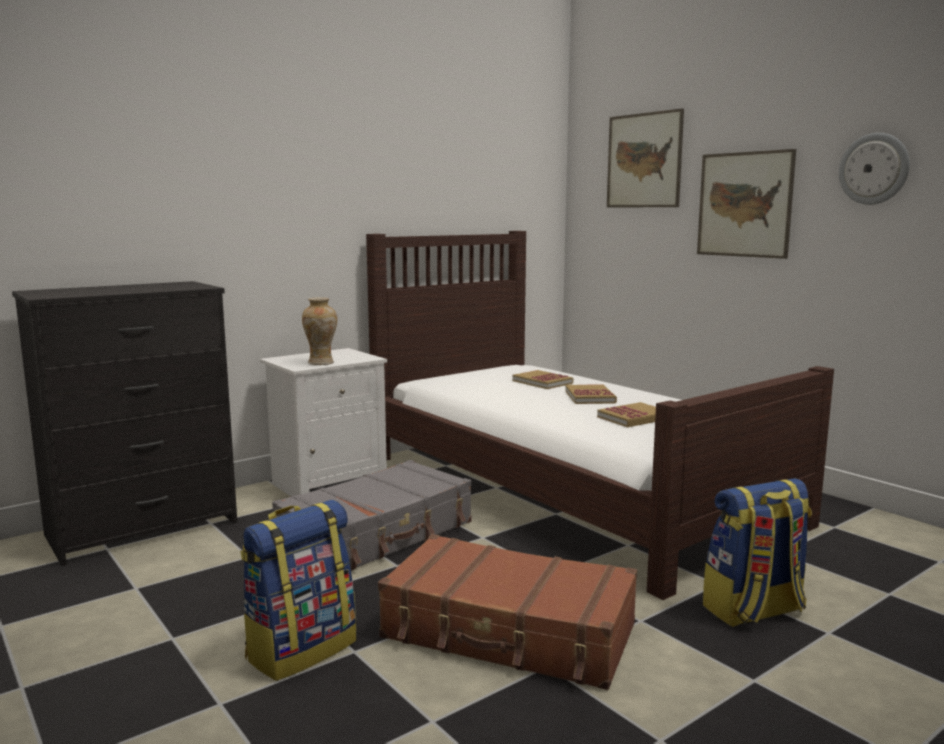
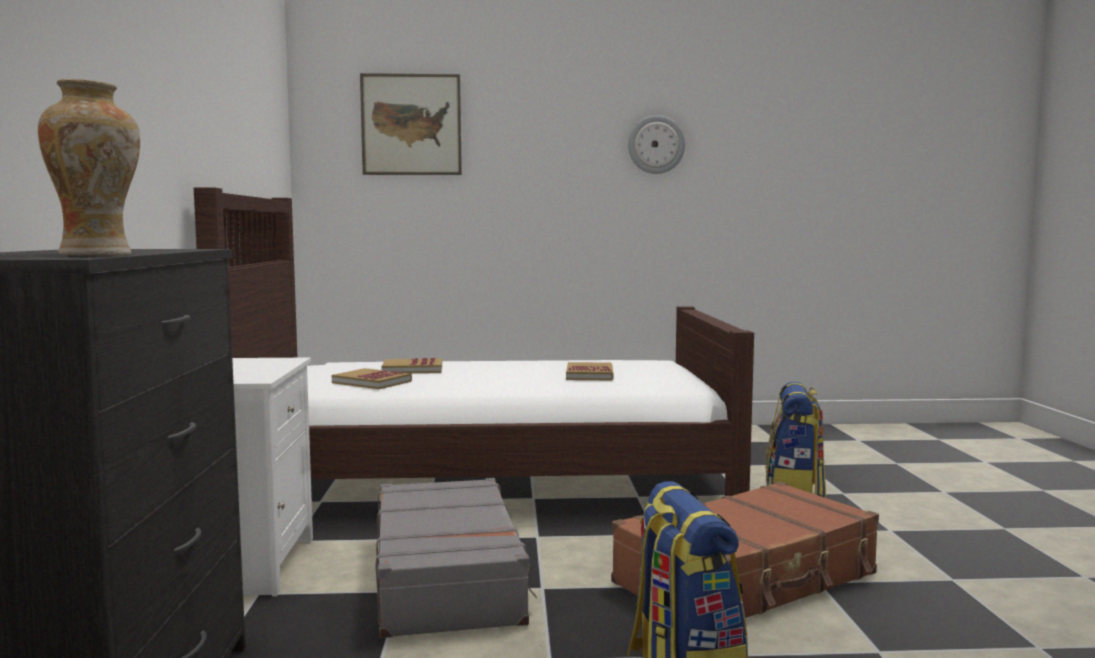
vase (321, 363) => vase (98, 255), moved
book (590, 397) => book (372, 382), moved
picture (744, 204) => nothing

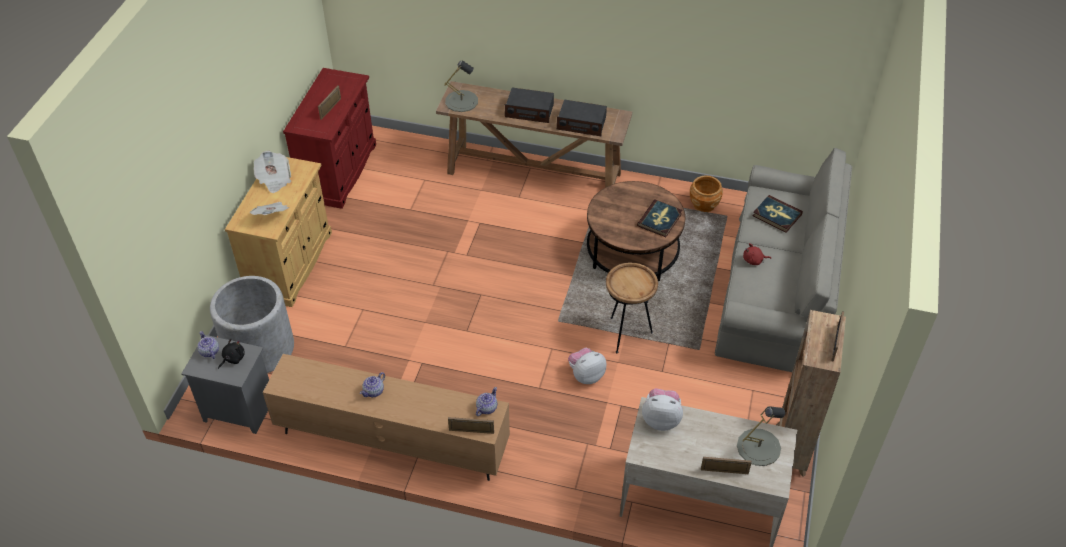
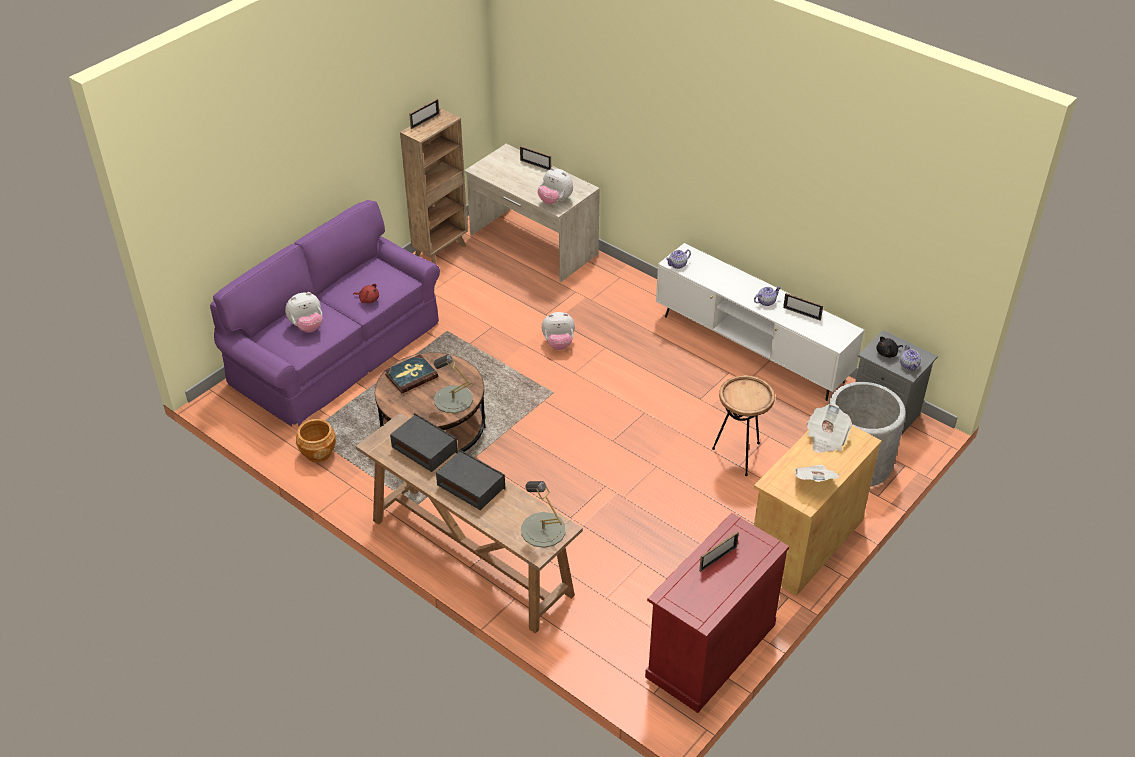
sofa in grey (775, 291) => sofa in purple (336, 352)
book (777, 215) => plush toy (307, 326)
table lamp in grey (758, 447) => table lamp in grey (453, 399), moved
tv stand in brown (392, 441) => tv stand in white (751, 349)
side table in brown (626, 334) => side table in brown (739, 455), moved
picture frame (471, 431) => picture frame (801, 313), moved

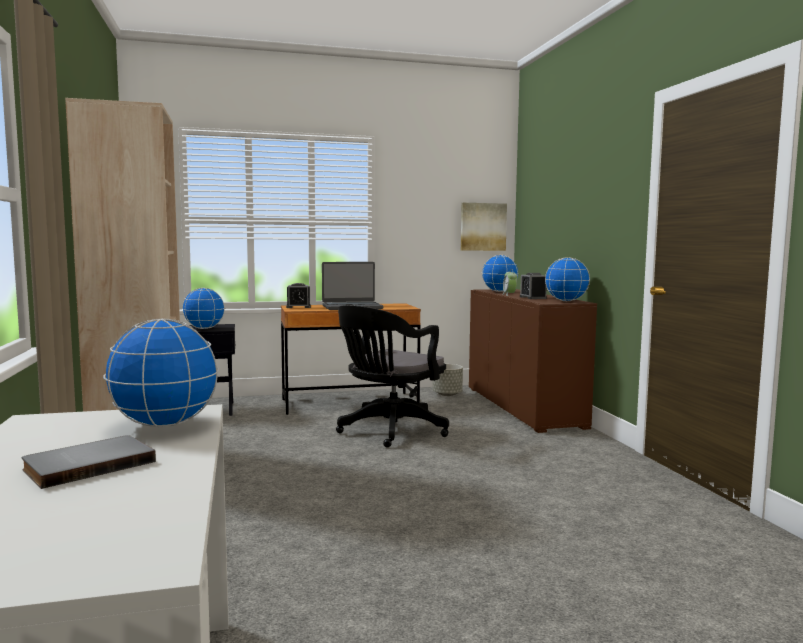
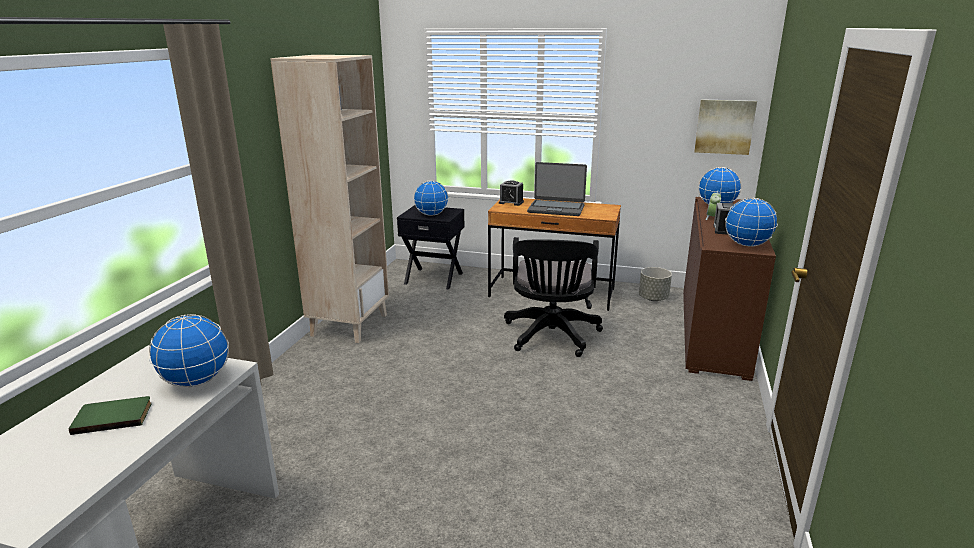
book in grey (88, 464) => book in green (113, 416)
office chair in black (389, 431) => office chair in black (551, 337), 60 degrees counterclockwise

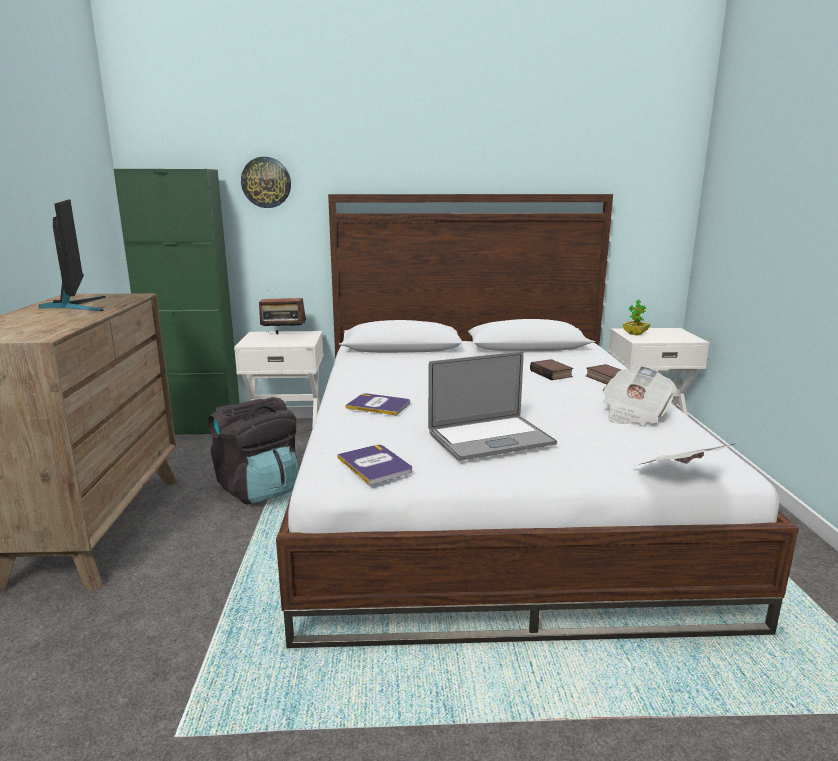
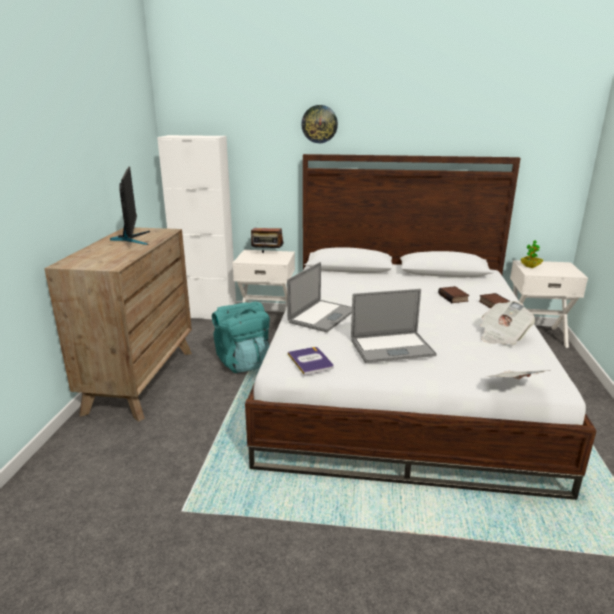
cabinet in green (197, 428) => cabinet in white (207, 314)
backpack in black (259, 489) => backpack in turquoise (243, 362)
book (379, 405) => laptop (322, 316)
wall clock (266, 182) => wall clock (319, 124), moved

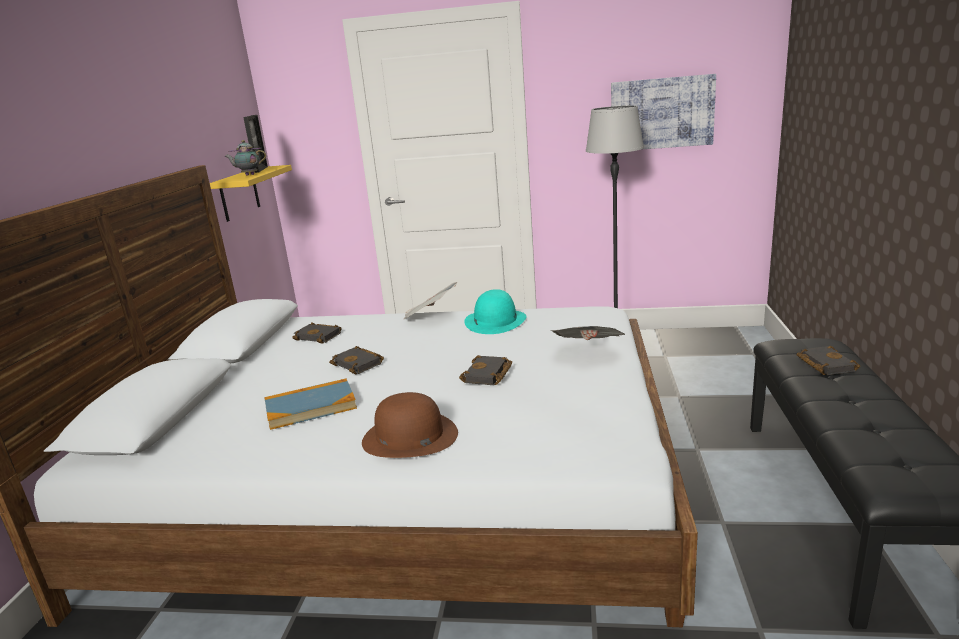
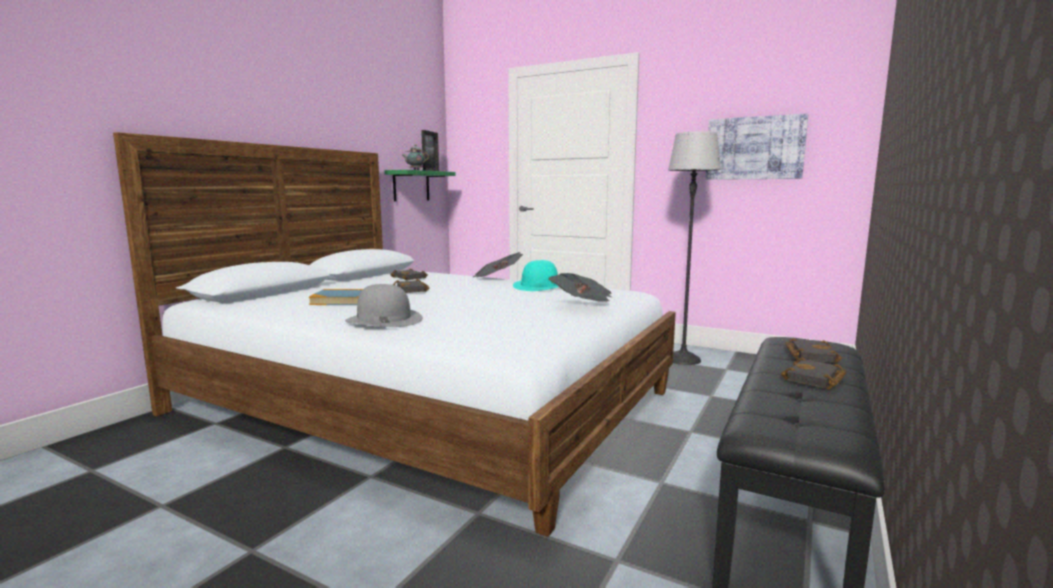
hat in brown (409, 436) => hat in grey (383, 319)
shelf in yellow (239, 194) => shelf in green (411, 186)
book in black (488, 375) => book in black (815, 379), moved

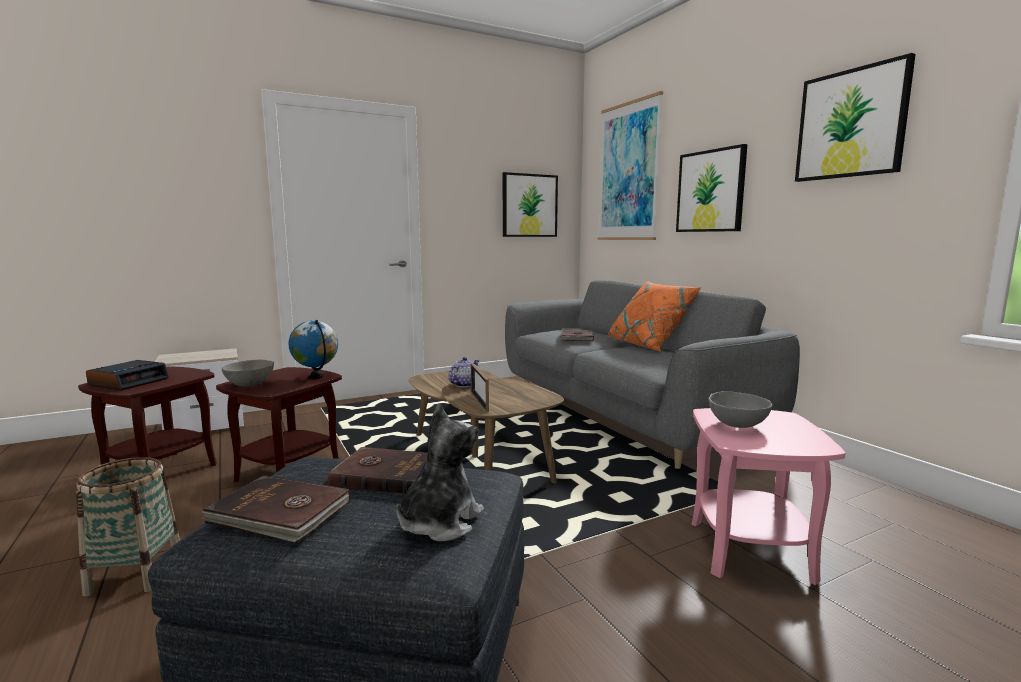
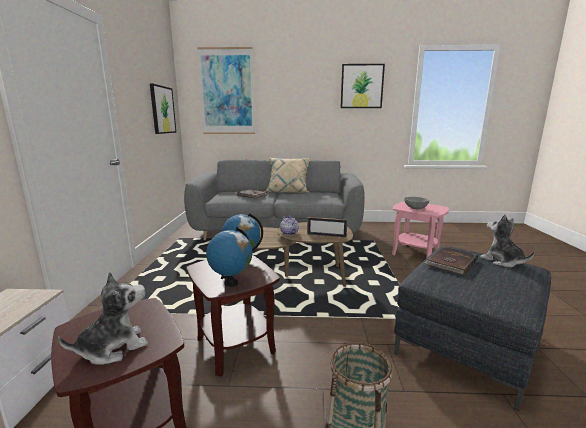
alarm clock (129, 382) => plush toy (114, 347)
bowl in grey (250, 384) => globe (231, 283)
pillow in orange (649, 346) => pillow in beige (288, 191)
book in brown (279, 513) => nothing
picture (710, 191) => nothing

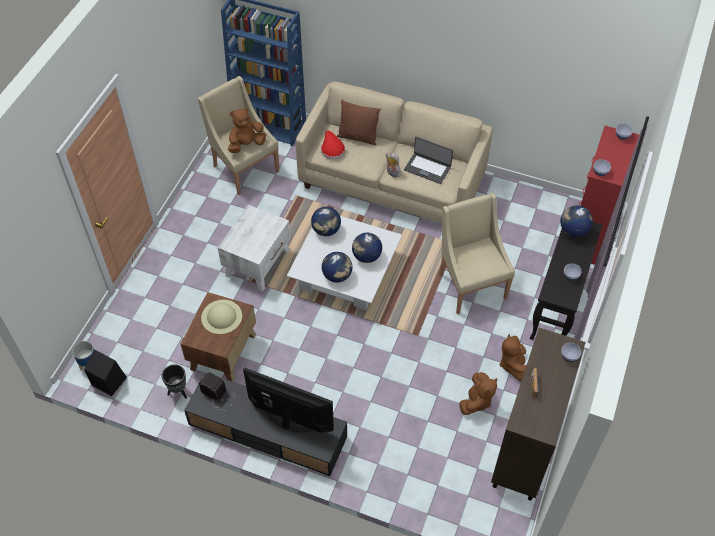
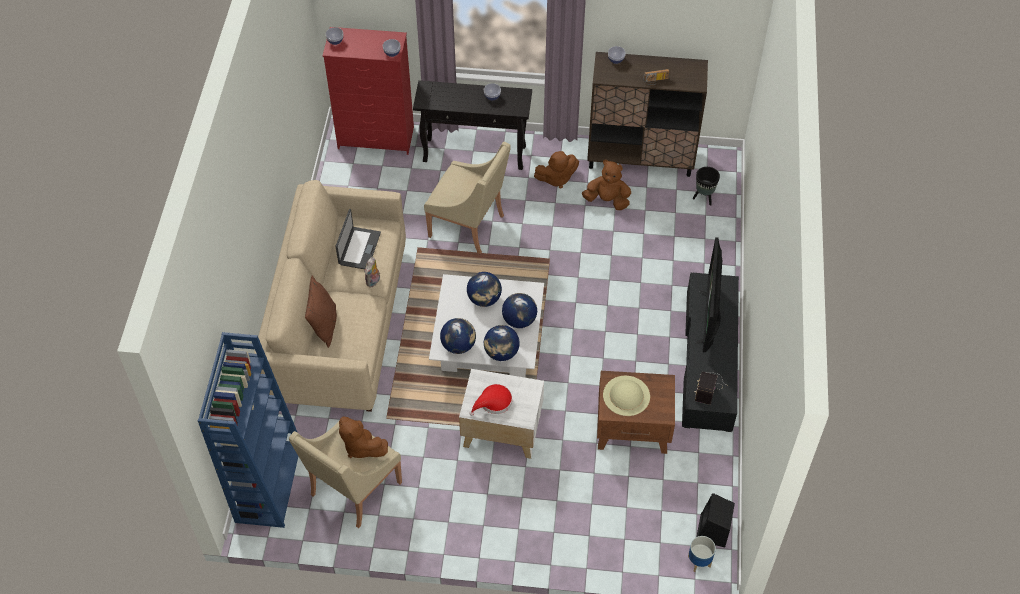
armchair in beige (470, 284) => armchair in beige (469, 226), 120 degrees counterclockwise
hat in red (332, 149) => hat in red (493, 402), moved
globe (573, 231) => globe (501, 353), moved
planter in black (178, 392) => planter in black (704, 198), moved

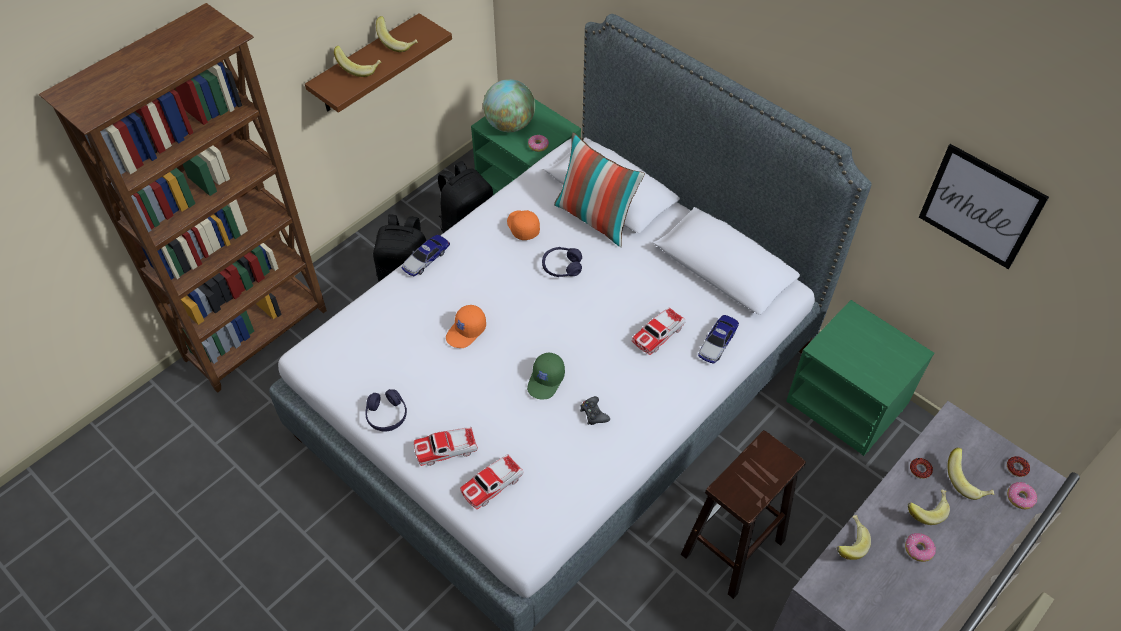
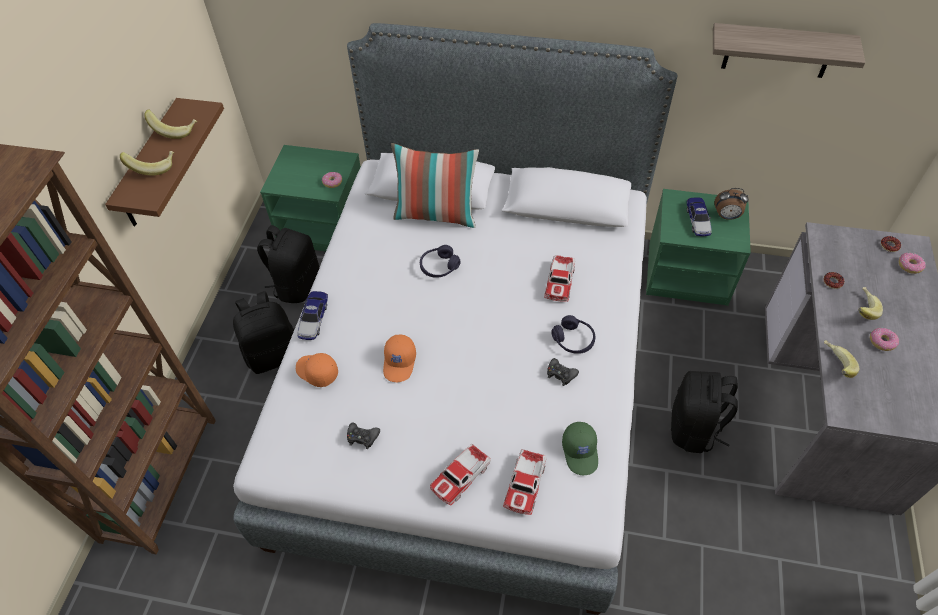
cap in orange (522, 227) => cap in orange (316, 372), moved
nothing => game controller in black (362, 437)
headphones in purple (387, 415) => headphones in purple (573, 340), moved
cap in green (546, 381) => cap in green (581, 452), moved
stool in brown (732, 549) => backpack in black (694, 429)
toy car (717, 342) => toy car (697, 220), moved
picture (980, 206) => shelf (778, 51)
nothing => alarm clock (726, 216)
globe (509, 125) => nothing
banana (966, 481) => nothing

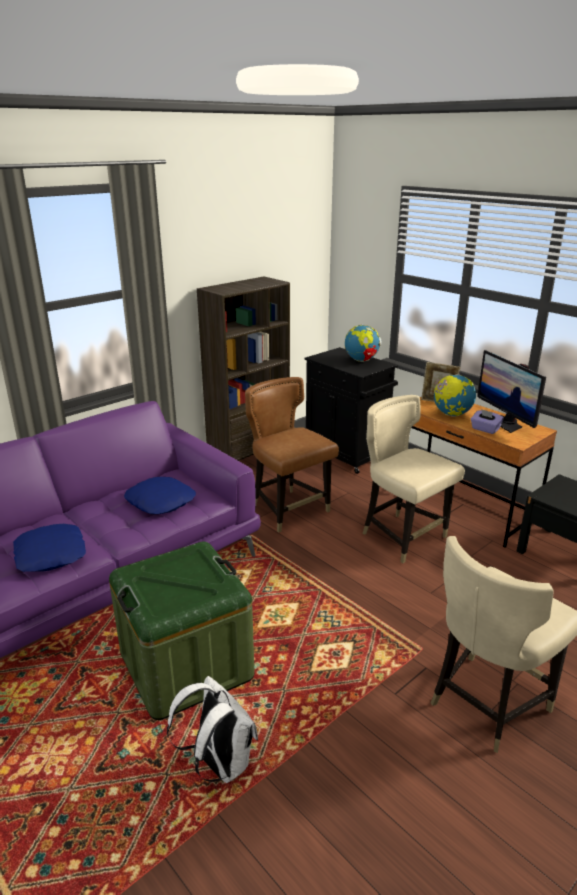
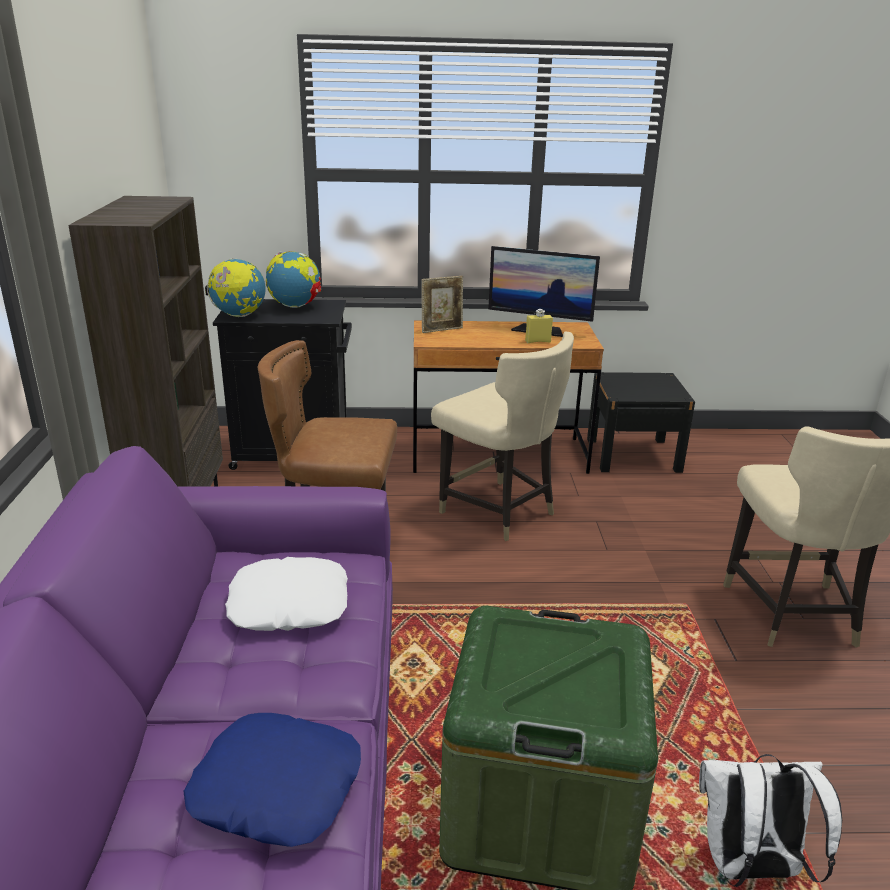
globe (451, 415) => globe (239, 315), moved
pillow in blue (161, 501) => pillow in white (289, 604)
chair in beige (403, 537) => chair in beige (498, 511), 135 degrees counterclockwise
tissue box in purple (485, 429) => bottle in yellow (538, 341)

